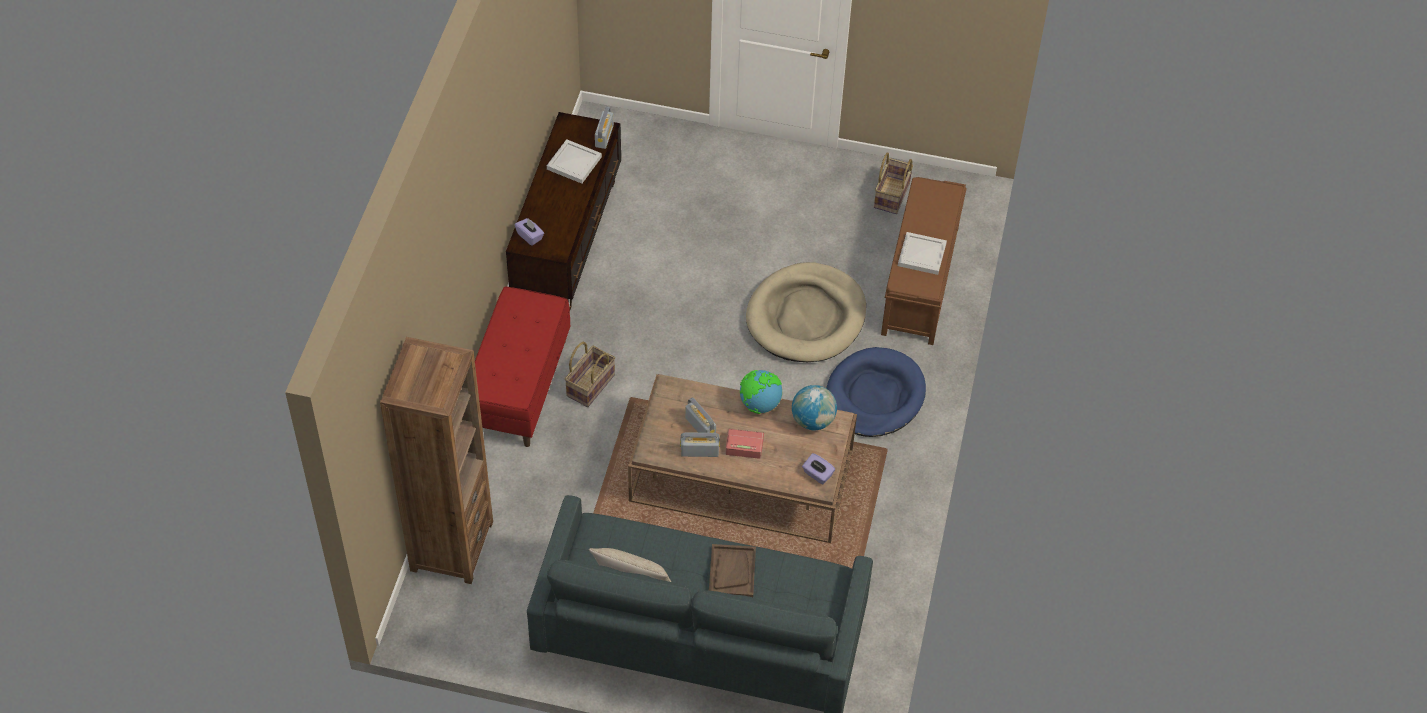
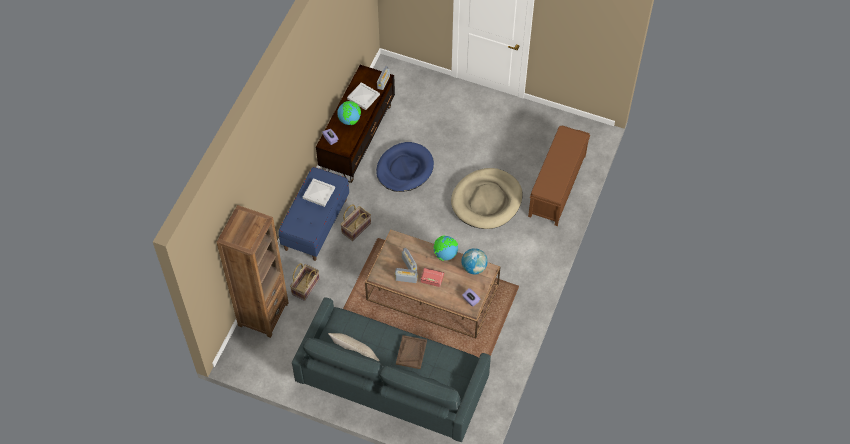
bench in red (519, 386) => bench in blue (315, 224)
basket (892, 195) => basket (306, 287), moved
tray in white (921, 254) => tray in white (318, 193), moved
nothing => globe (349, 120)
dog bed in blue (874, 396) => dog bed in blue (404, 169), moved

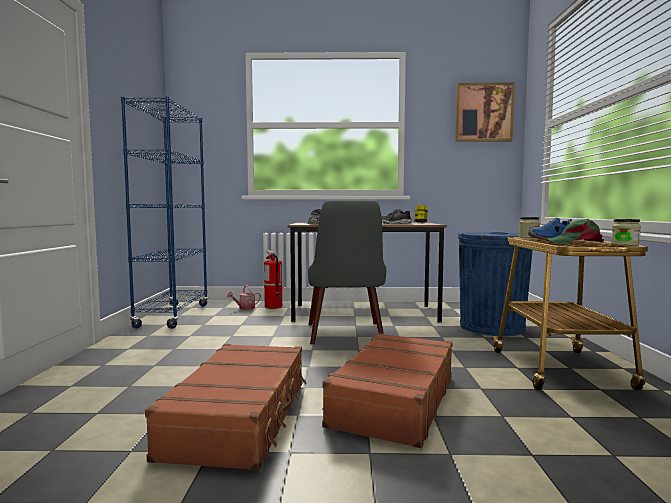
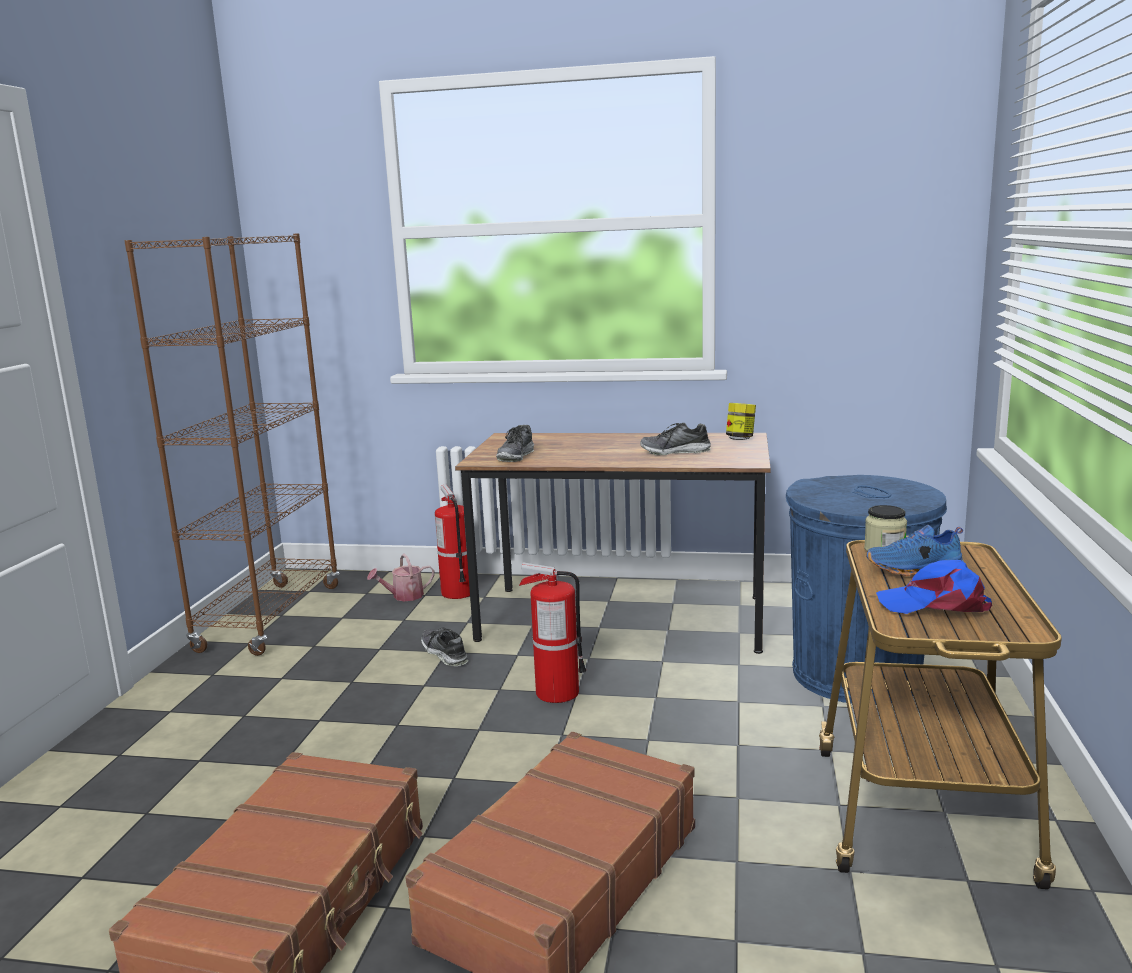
bookcase in blue (173, 316) => bookcase in brown (270, 618)
nothing => shoe (444, 654)
chair in grey (346, 336) => fire extinguisher (556, 693)
cap in green (575, 243) => cap in blue (935, 604)
picture (483, 112) => nothing
jar (625, 245) => nothing

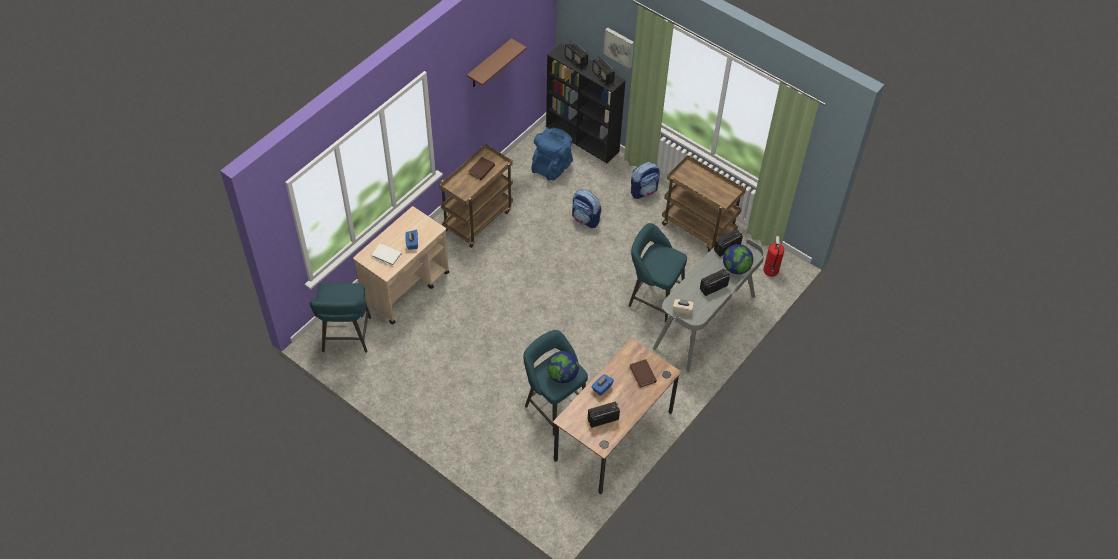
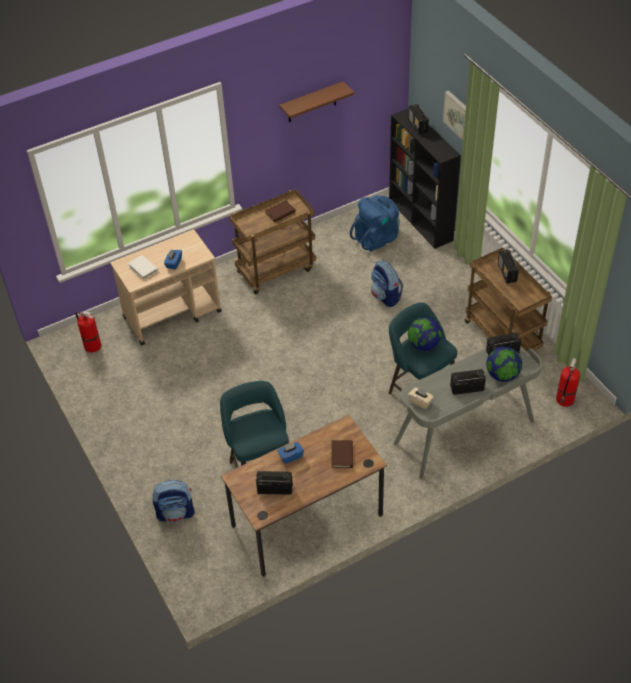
stool in turquoise (346, 337) => fire extinguisher (91, 346)
backpack (644, 191) => backpack (176, 513), moved
globe (562, 375) => globe (424, 345), moved
radio (603, 77) => radio (507, 273), moved

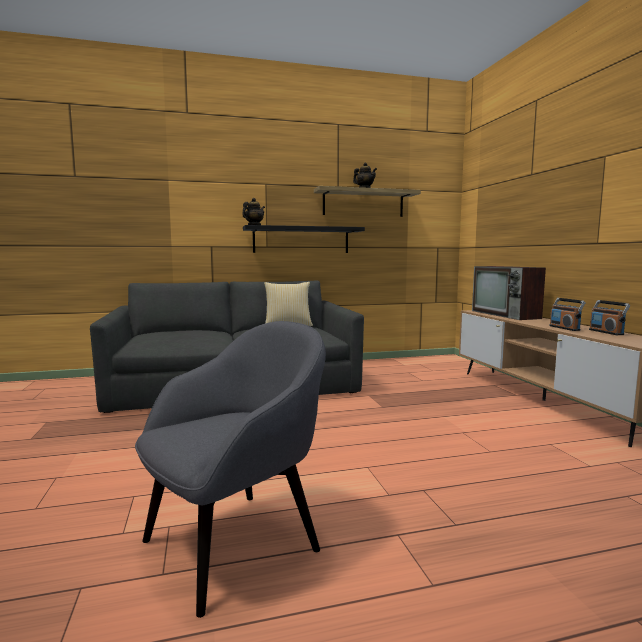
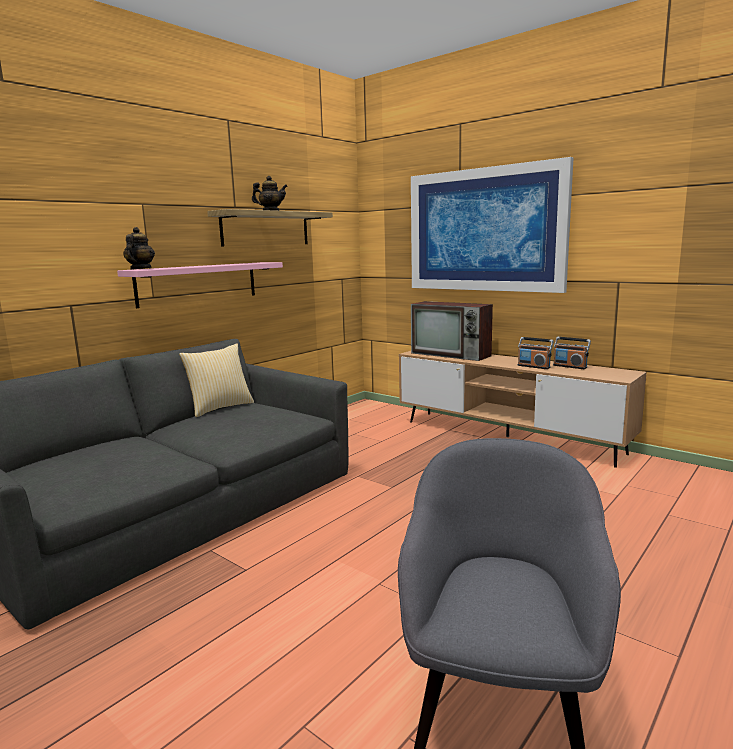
shelf in black (301, 240) => shelf in pink (198, 283)
nothing => picture (484, 230)

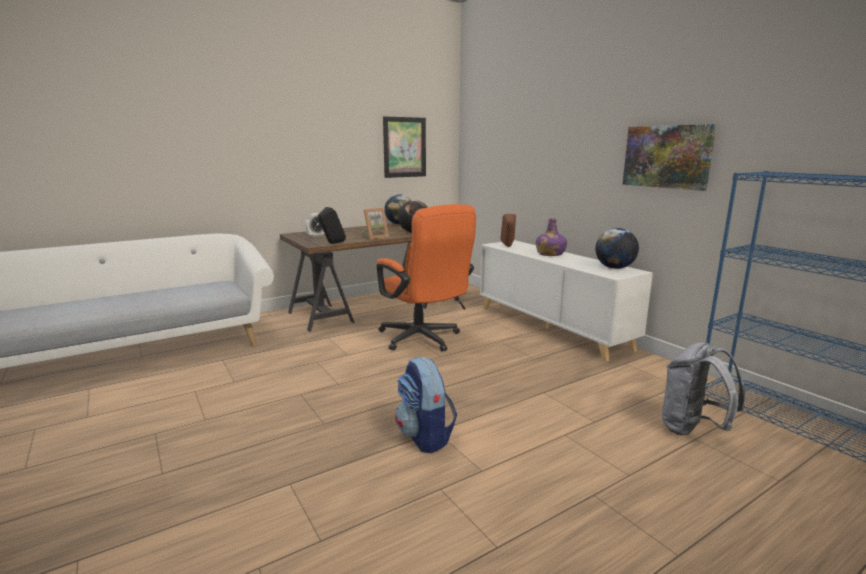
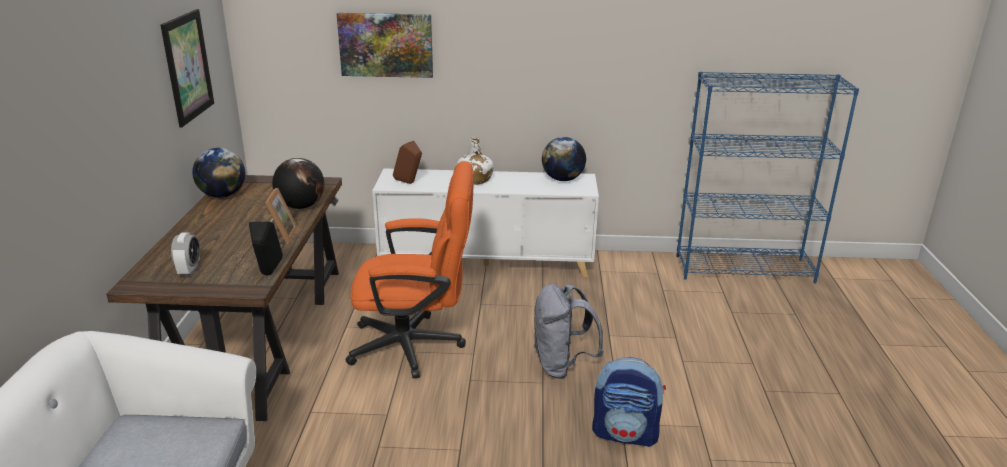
picture (667, 156) => picture (386, 45), moved
bottle in purple (550, 254) => bottle in white (474, 180)
backpack in grey (693, 429) => backpack in grey (562, 365), moved

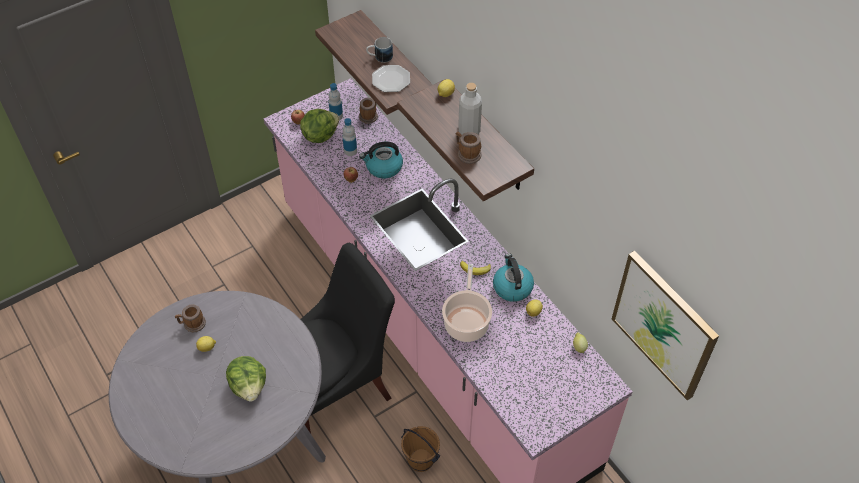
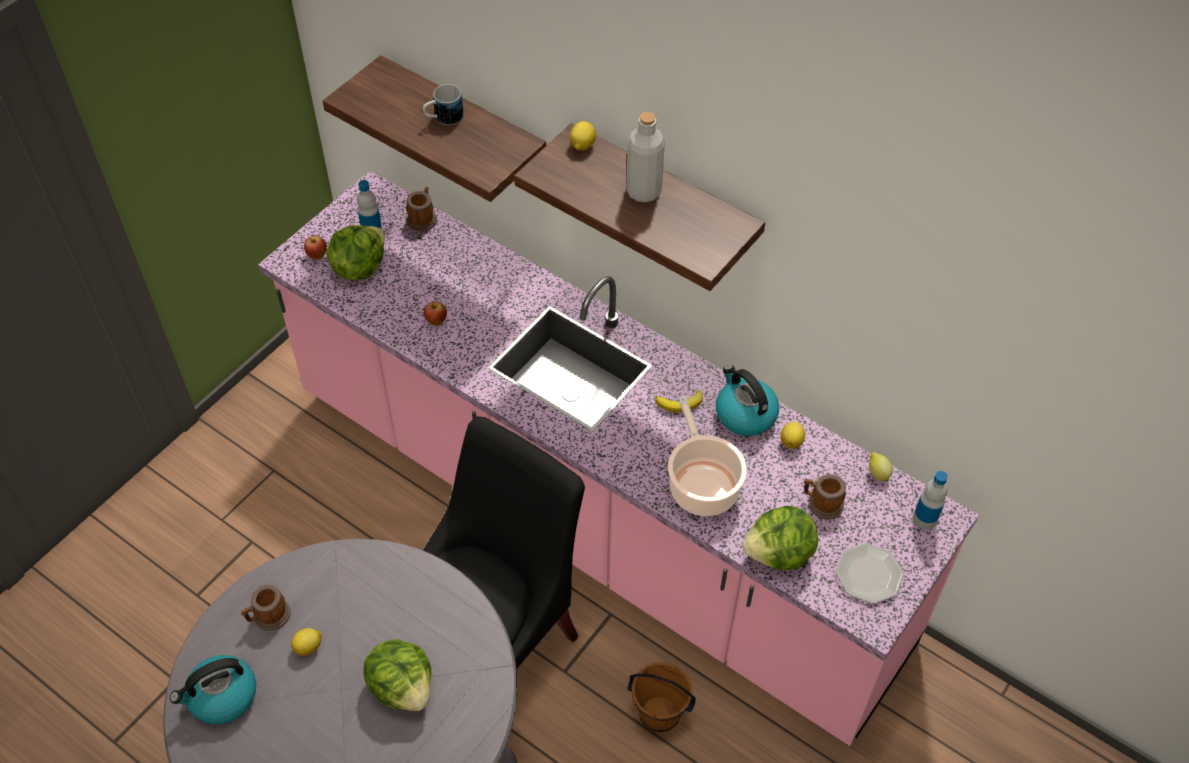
kettle (383, 167) => kettle (222, 697), moved
nothing => lettuce (779, 554)
mug (467, 153) => mug (821, 503), moved
plate (391, 80) => plate (869, 574), moved
bottle (350, 151) => bottle (924, 519), moved
picture (664, 325) => nothing

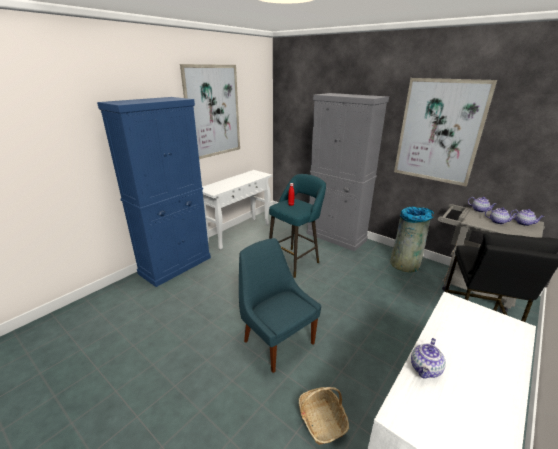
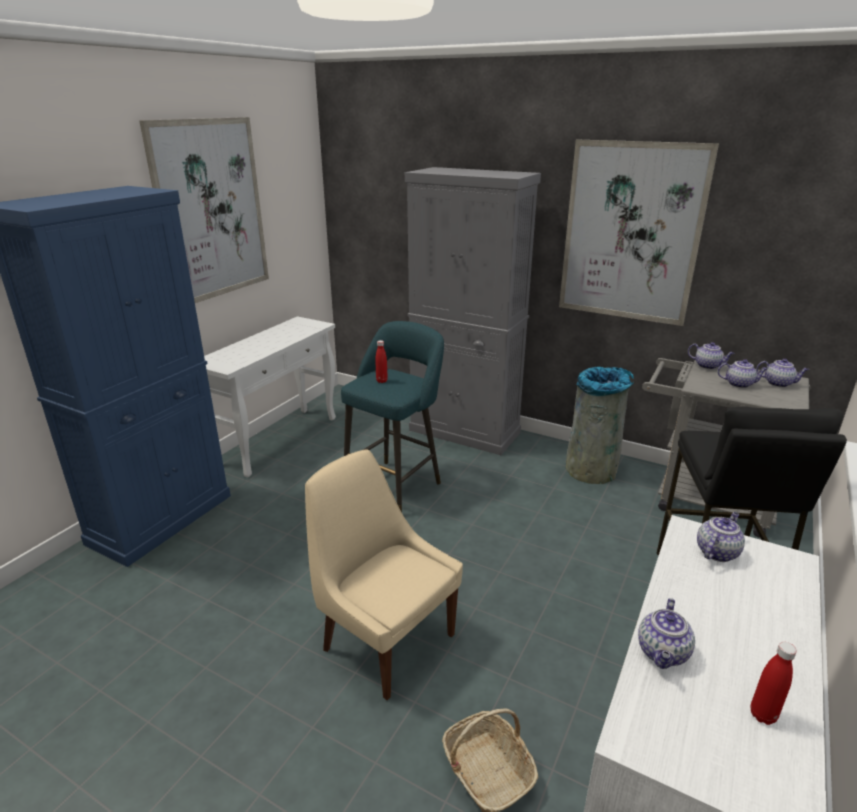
chair in blue (277, 341) => chair in beige (385, 639)
nothing => teapot (716, 552)
nothing => bottle in red (762, 715)

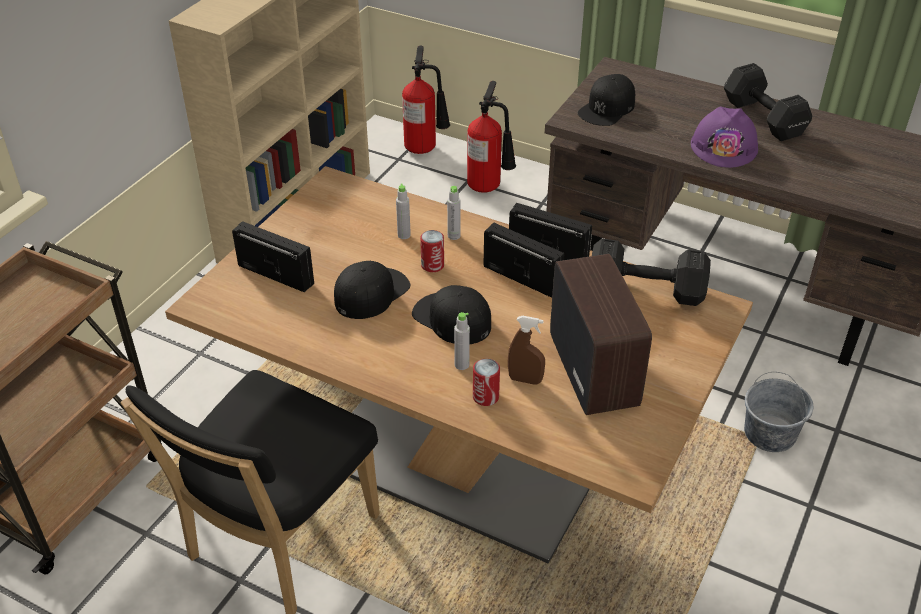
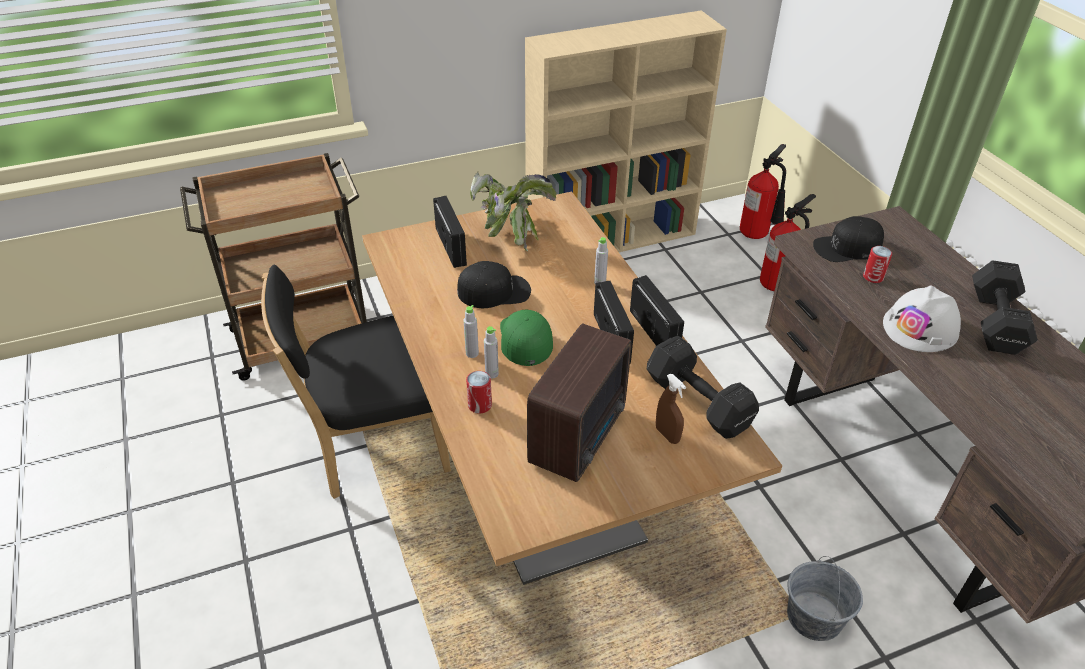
bottle in grey (404, 235) => bottle in grey (472, 353), moved
nothing => potted plant (510, 235)
cap in black (452, 319) => cap in green (525, 339)
spray bottle in brown (525, 380) => spray bottle in brown (667, 435), moved
can (432, 265) => can (873, 277), moved
hard hat in purple (724, 147) => hard hat in white (921, 328)

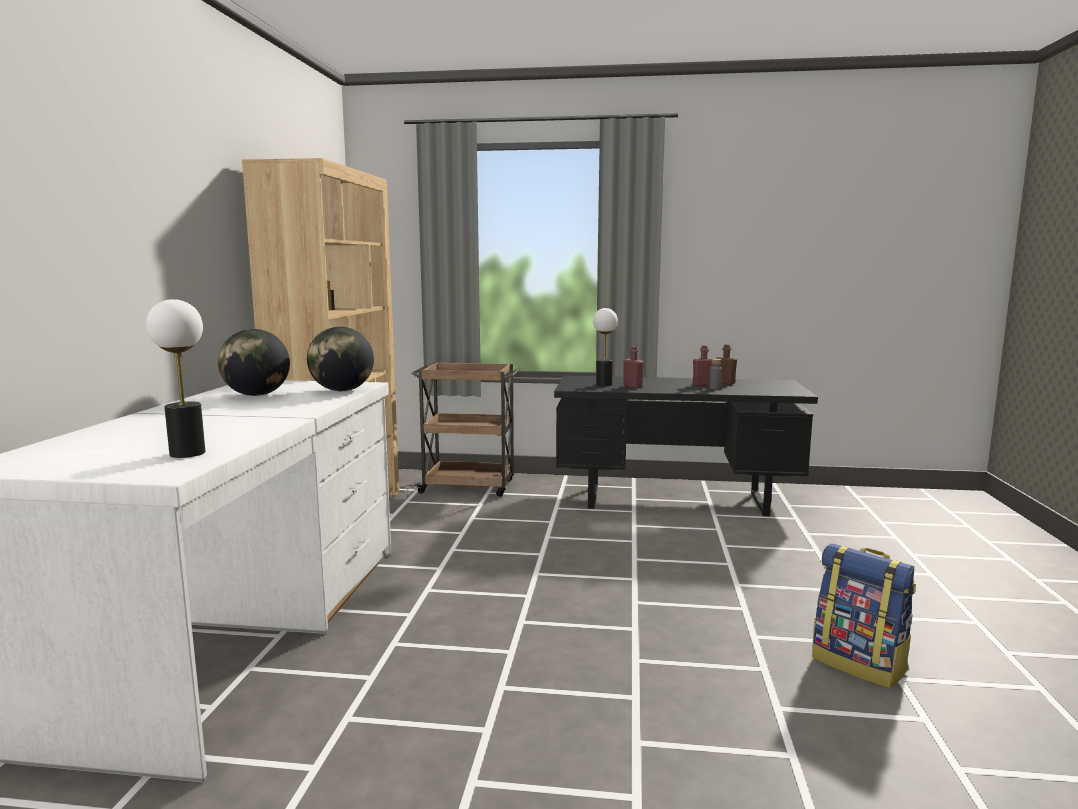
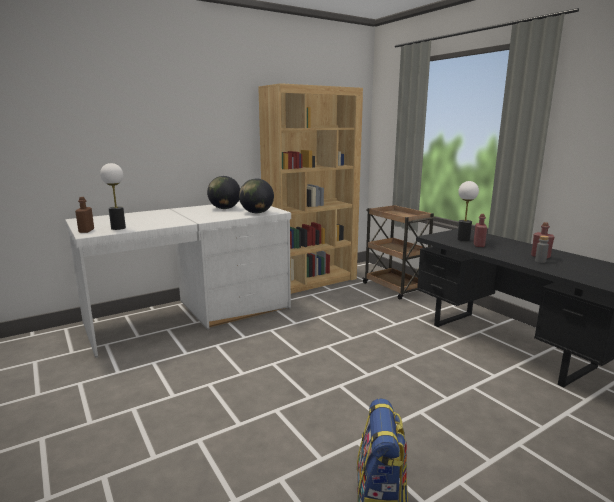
bottle in brown (725, 383) => bottle in brown (86, 231), moved

